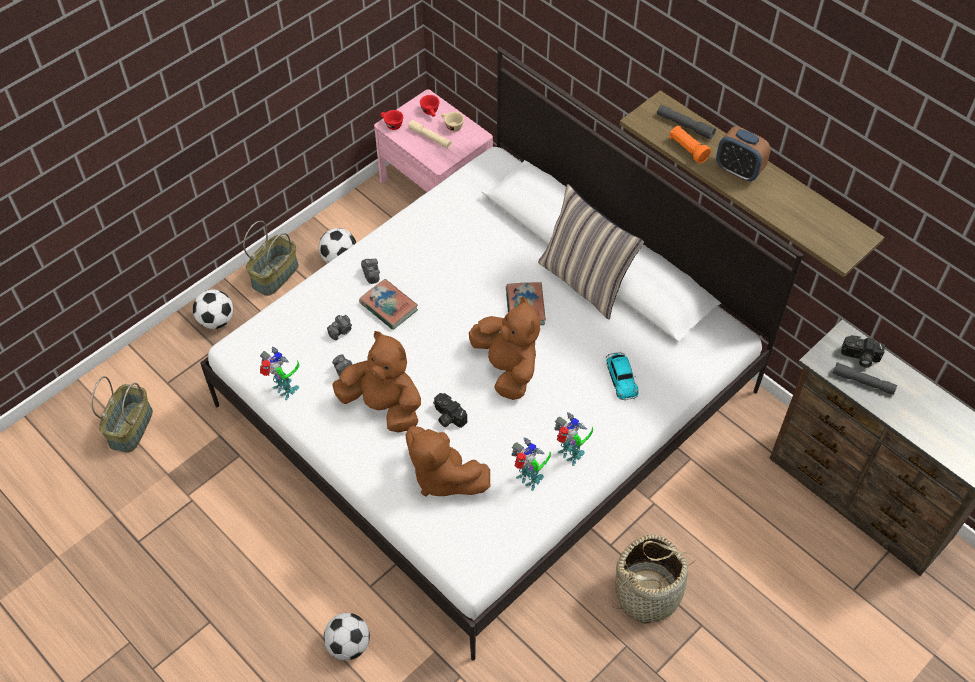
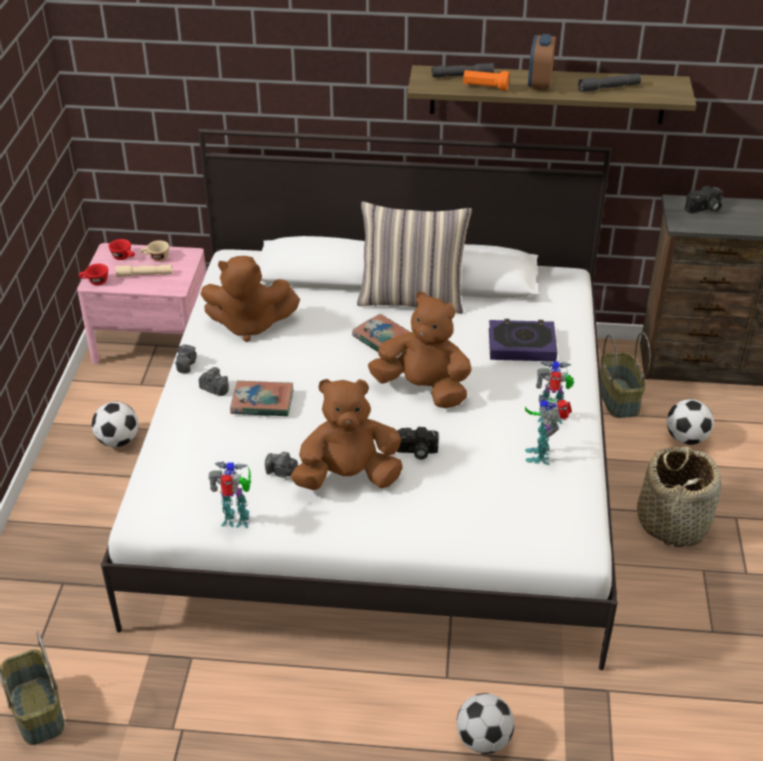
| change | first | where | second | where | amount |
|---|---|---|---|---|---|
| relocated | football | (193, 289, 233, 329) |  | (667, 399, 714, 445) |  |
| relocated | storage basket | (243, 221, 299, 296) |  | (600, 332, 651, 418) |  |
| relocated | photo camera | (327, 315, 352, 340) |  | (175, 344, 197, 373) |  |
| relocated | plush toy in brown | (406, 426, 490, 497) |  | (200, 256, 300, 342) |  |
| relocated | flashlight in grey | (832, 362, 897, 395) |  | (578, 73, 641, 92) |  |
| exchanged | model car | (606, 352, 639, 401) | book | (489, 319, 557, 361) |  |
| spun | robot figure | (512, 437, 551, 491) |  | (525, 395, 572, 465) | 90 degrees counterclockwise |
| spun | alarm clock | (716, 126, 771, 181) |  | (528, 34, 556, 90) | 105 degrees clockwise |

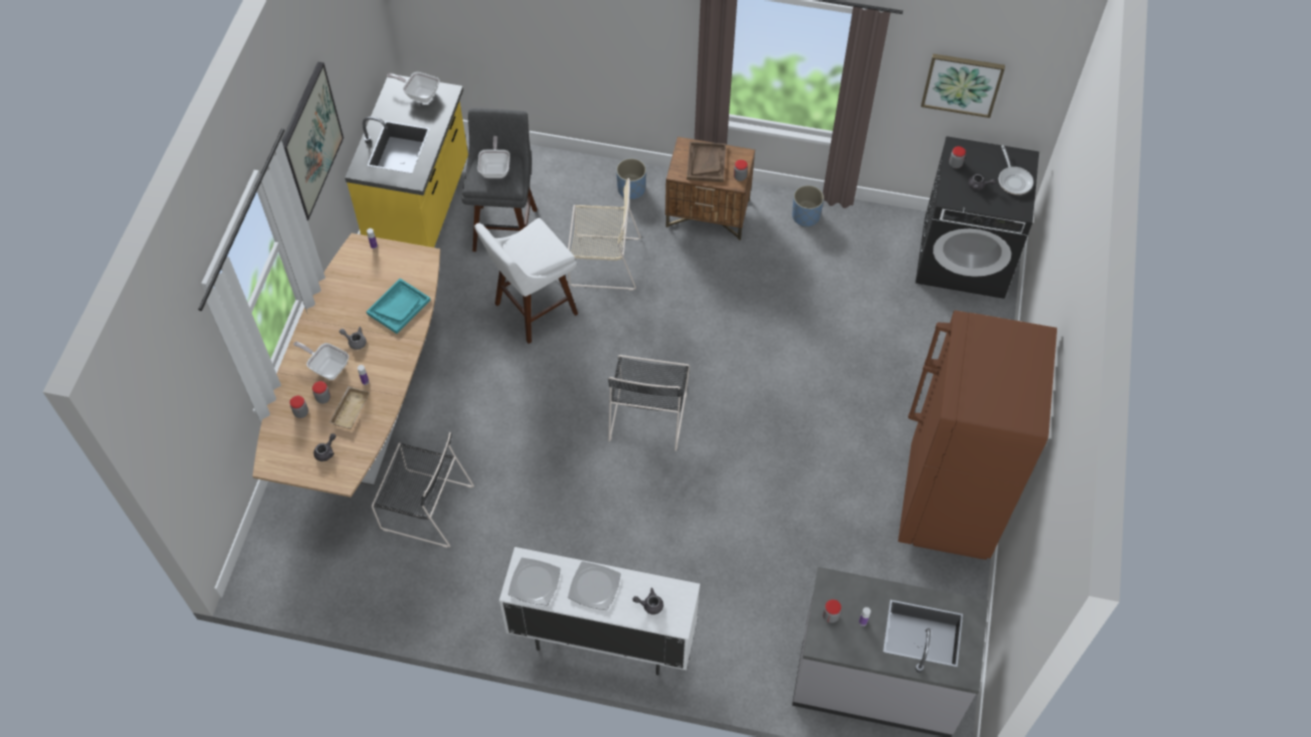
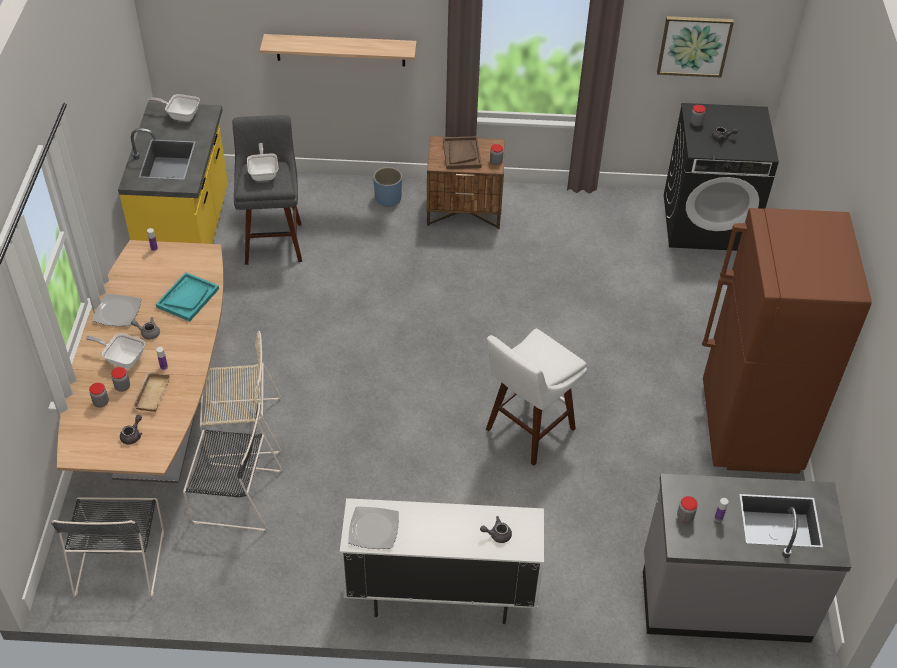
| change | first | where | second | where | amount |
|---|---|---|---|---|---|
| missing | picture | (282, 62, 344, 220) |  |  |  |
| missing | plant pot in blue-coloured | (792, 185, 824, 227) |  |  |  |
| missing | pan | (999, 145, 1034, 195) |  |  |  |
| appeared |  |  | shelf | (260, 34, 417, 66) |  |
| relocated | sitting stool in whitish | (474, 218, 578, 344) |  | (486, 328, 587, 466) |  |
| relocated | plain chair in sand-coloured | (568, 178, 641, 290) |  | (200, 331, 281, 458) |  |
| relocated | dinner plate | (568, 561, 621, 610) |  | (93, 294, 141, 326) |  |
| relocated | plain chair in blackish | (608, 355, 690, 451) |  | (52, 497, 164, 598) |  |

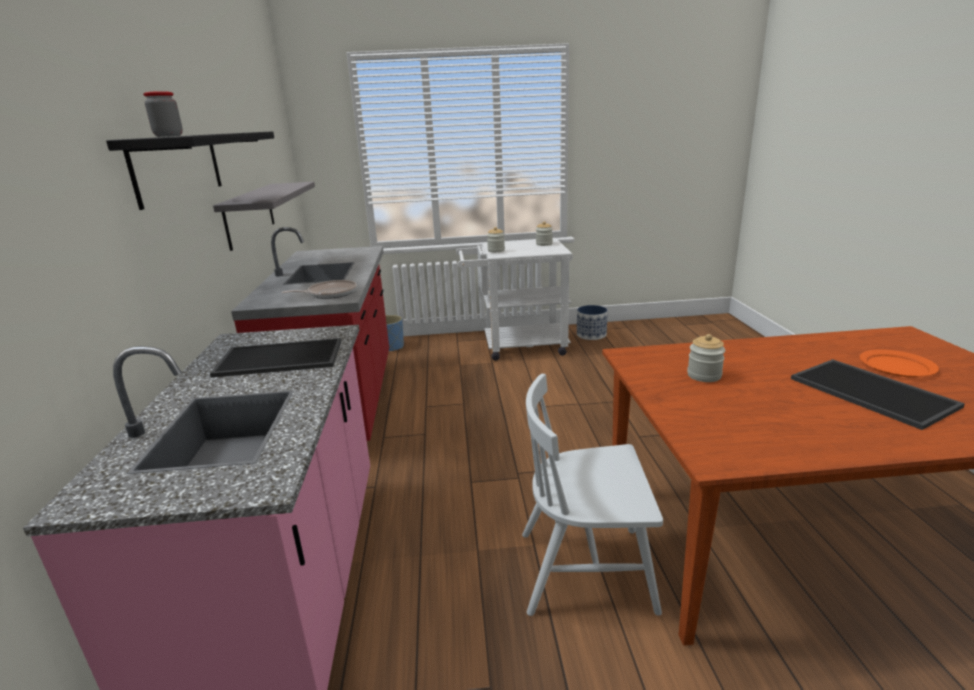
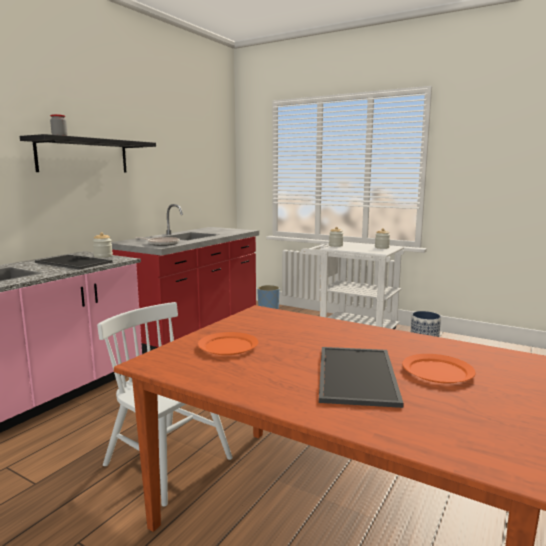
| change | first | where | second | where | amount |
|---|---|---|---|---|---|
| missing | shelf in grey | (213, 182, 315, 251) |  |  |  |
| appeared |  |  | dinner plate in orange-coloured | (198, 332, 258, 355) |  |
| relocated | jar | (687, 334, 725, 382) |  | (93, 232, 113, 258) |  |

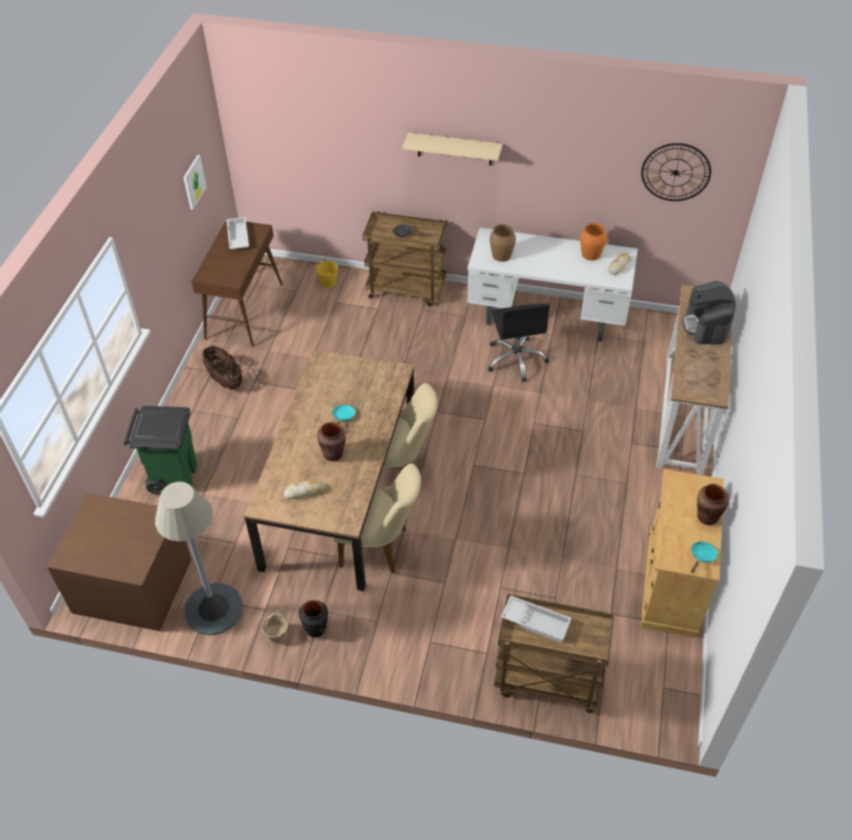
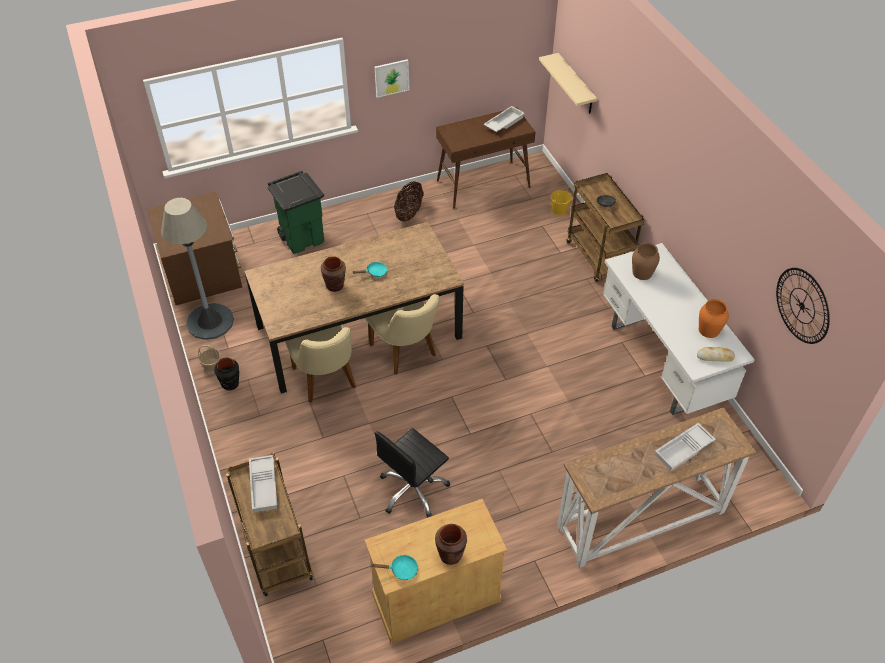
| change | first | where | second | where | amount |
|---|---|---|---|---|---|
| missing | bakery bread | (284, 481, 325, 499) |  |  |  |
| relocated | picture | (183, 155, 207, 210) |  | (375, 59, 409, 98) |  |
| relocated | shelf in sand-coloured | (402, 132, 502, 165) |  | (539, 53, 597, 114) |  |
| relocated | desk chair in blackish | (487, 303, 550, 382) |  | (374, 428, 450, 518) |  |
| exchanged | coffee brewer | (682, 281, 736, 345) | carrying tray in whitish | (655, 423, 716, 471) |  |

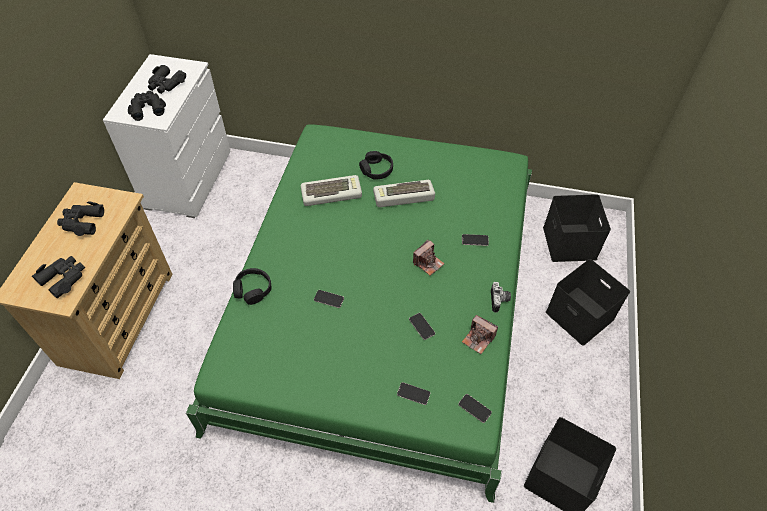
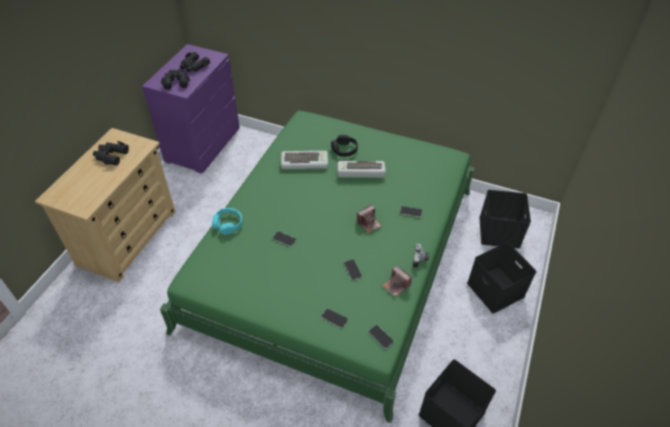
| change | first | where | second | where | amount |
|---|---|---|---|---|---|
| missing | binoculars in blackish | (32, 256, 85, 298) |  |  |  |
| colour | chest of drawers in whitish | (103, 54, 231, 218) | chest of drawers in purplish | (142, 44, 240, 174) |  |
| colour | headphones in blackish | (233, 268, 271, 305) | headphones in turquoise | (212, 208, 243, 235) |  |

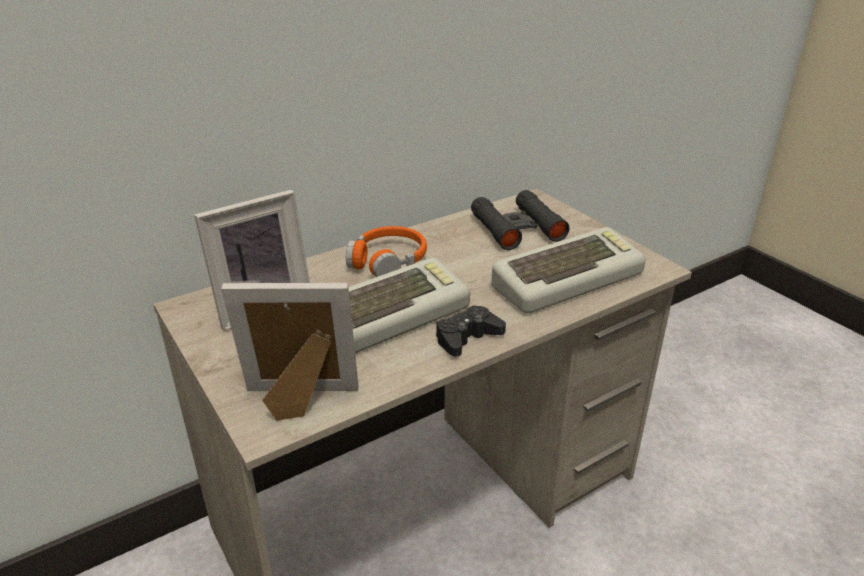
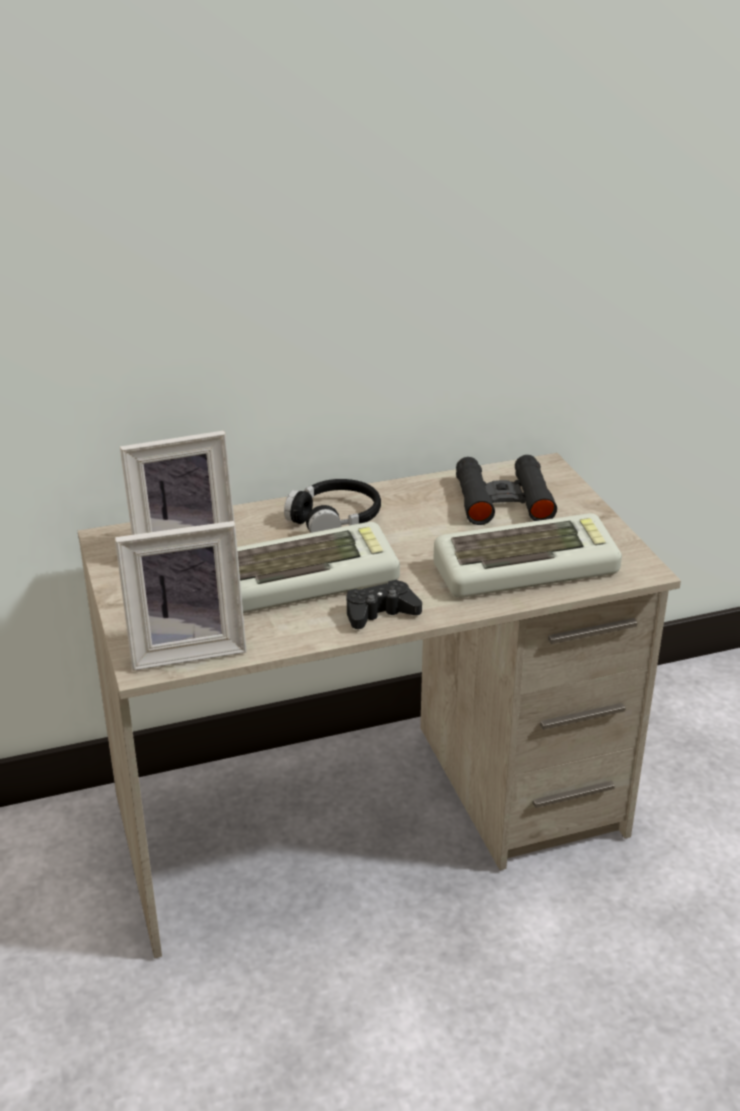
| change | first | where | second | where | amount |
|---|---|---|---|---|---|
| colour | headphones in orange-coloured | (346, 226, 427, 277) | headphones in blackish | (284, 479, 381, 533) |  |
| spun | picture frame | (221, 283, 358, 421) |  | (115, 521, 247, 671) | 150 degrees clockwise |

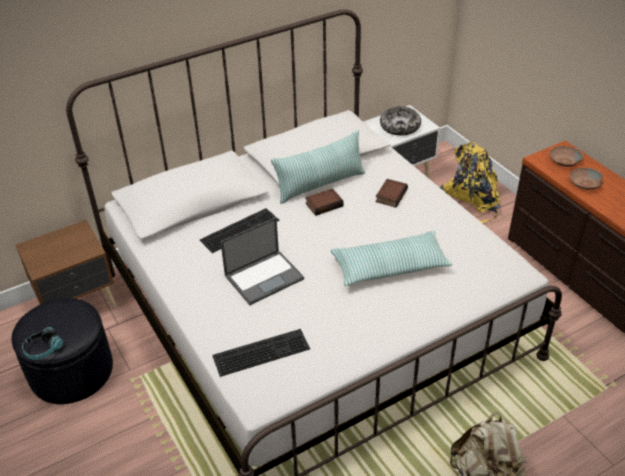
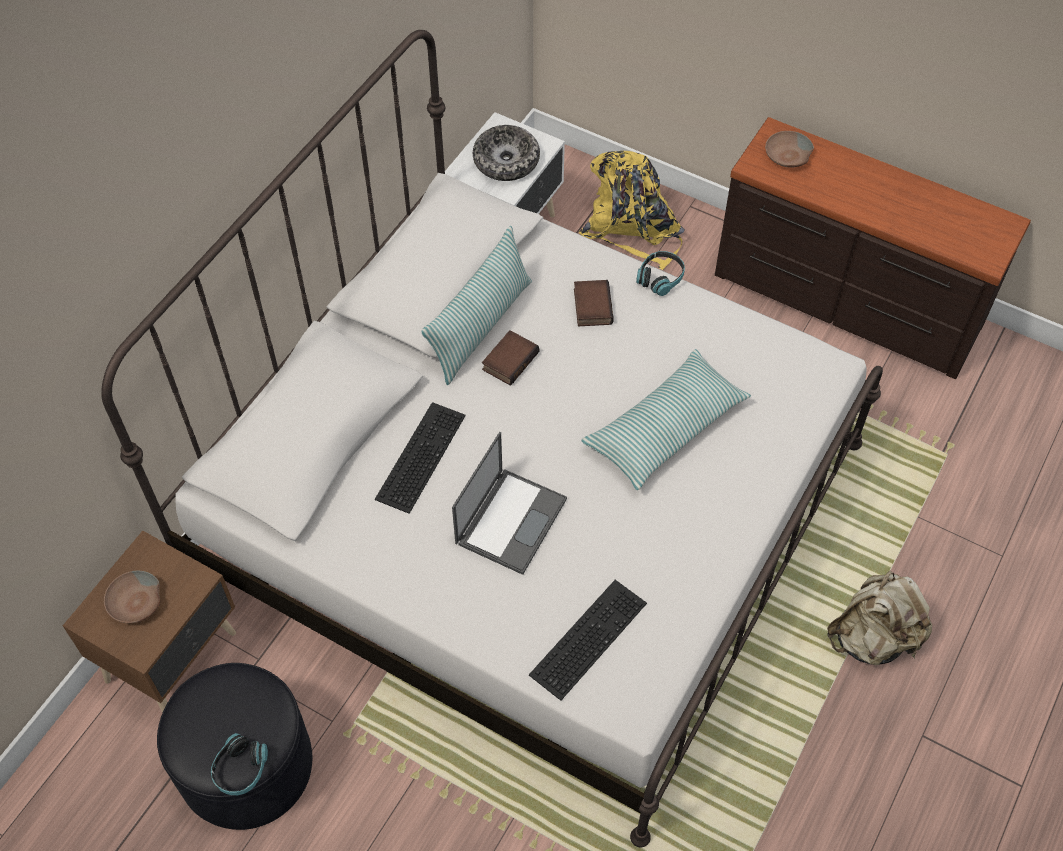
| change | first | where | second | where | amount |
|---|---|---|---|---|---|
| appeared |  |  | headphones | (636, 251, 685, 296) |  |
| relocated | deep dish in brown | (569, 168, 603, 190) |  | (104, 571, 161, 623) |  |

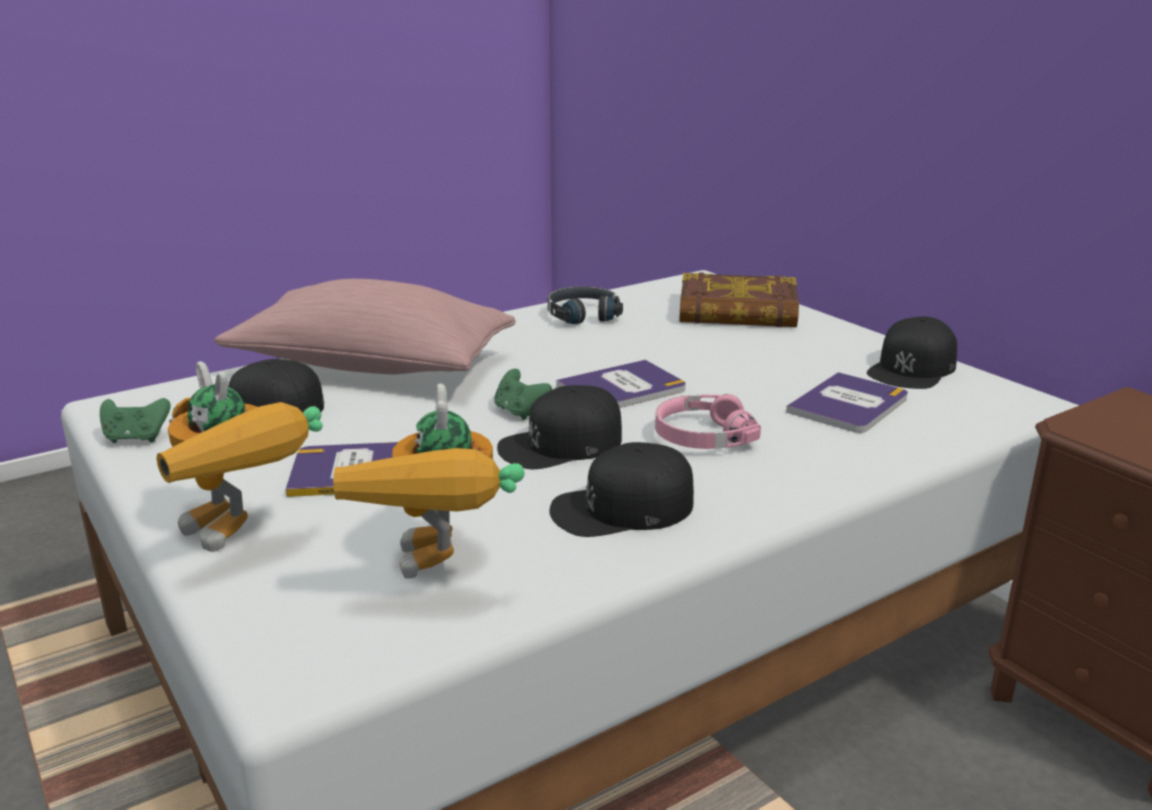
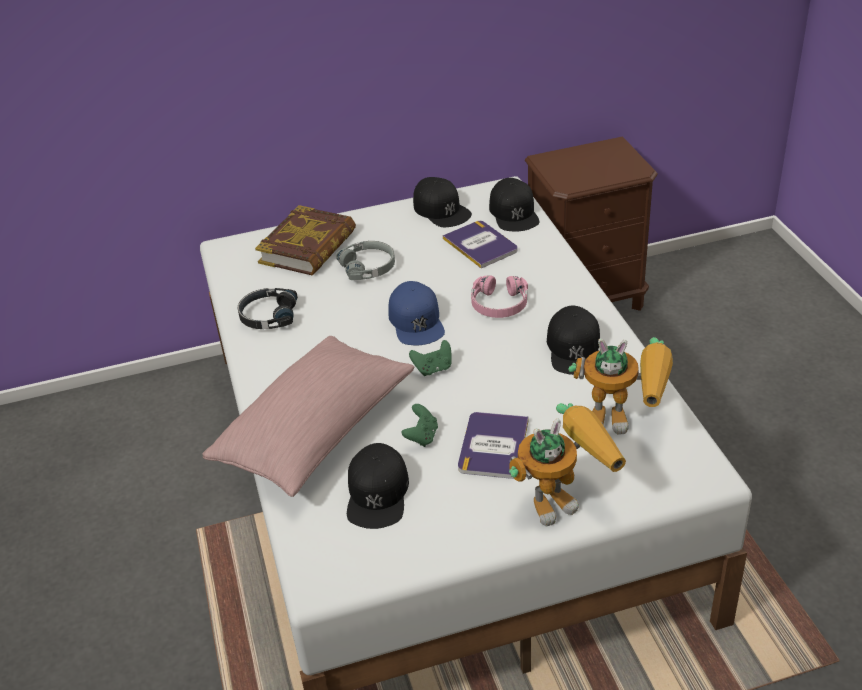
| change | first | where | second | where | amount |
|---|---|---|---|---|---|
| appeared |  |  | headphones in grey | (336, 241, 395, 280) |  |
| relocated | joypad in green-coloured | (100, 398, 171, 443) |  | (402, 404, 438, 447) |  |
| relocated | cap in blackish | (497, 385, 622, 469) |  | (489, 178, 539, 231) |  |
| exchanged | book | (556, 360, 686, 408) | cap in blue-coloured | (388, 281, 445, 345) |  |

